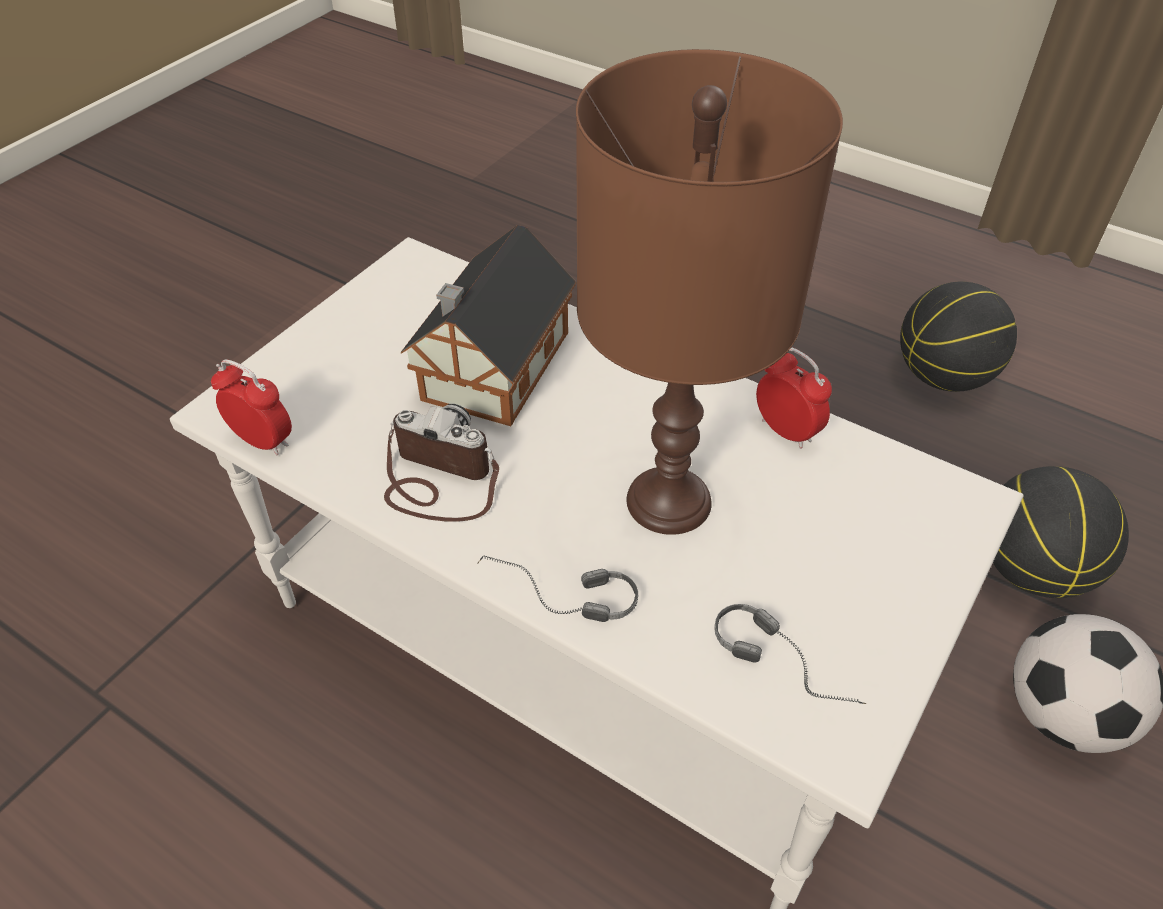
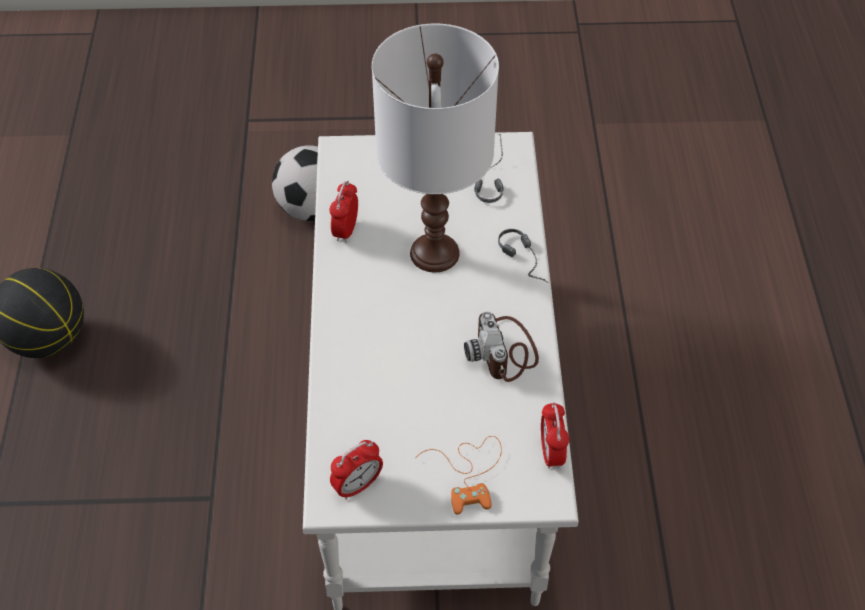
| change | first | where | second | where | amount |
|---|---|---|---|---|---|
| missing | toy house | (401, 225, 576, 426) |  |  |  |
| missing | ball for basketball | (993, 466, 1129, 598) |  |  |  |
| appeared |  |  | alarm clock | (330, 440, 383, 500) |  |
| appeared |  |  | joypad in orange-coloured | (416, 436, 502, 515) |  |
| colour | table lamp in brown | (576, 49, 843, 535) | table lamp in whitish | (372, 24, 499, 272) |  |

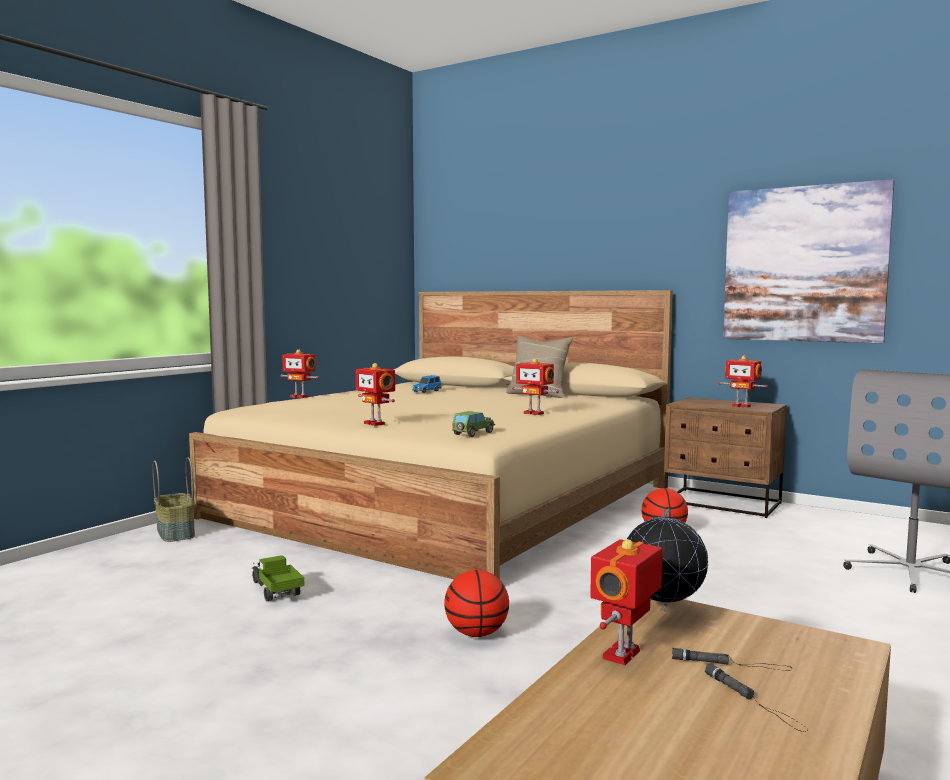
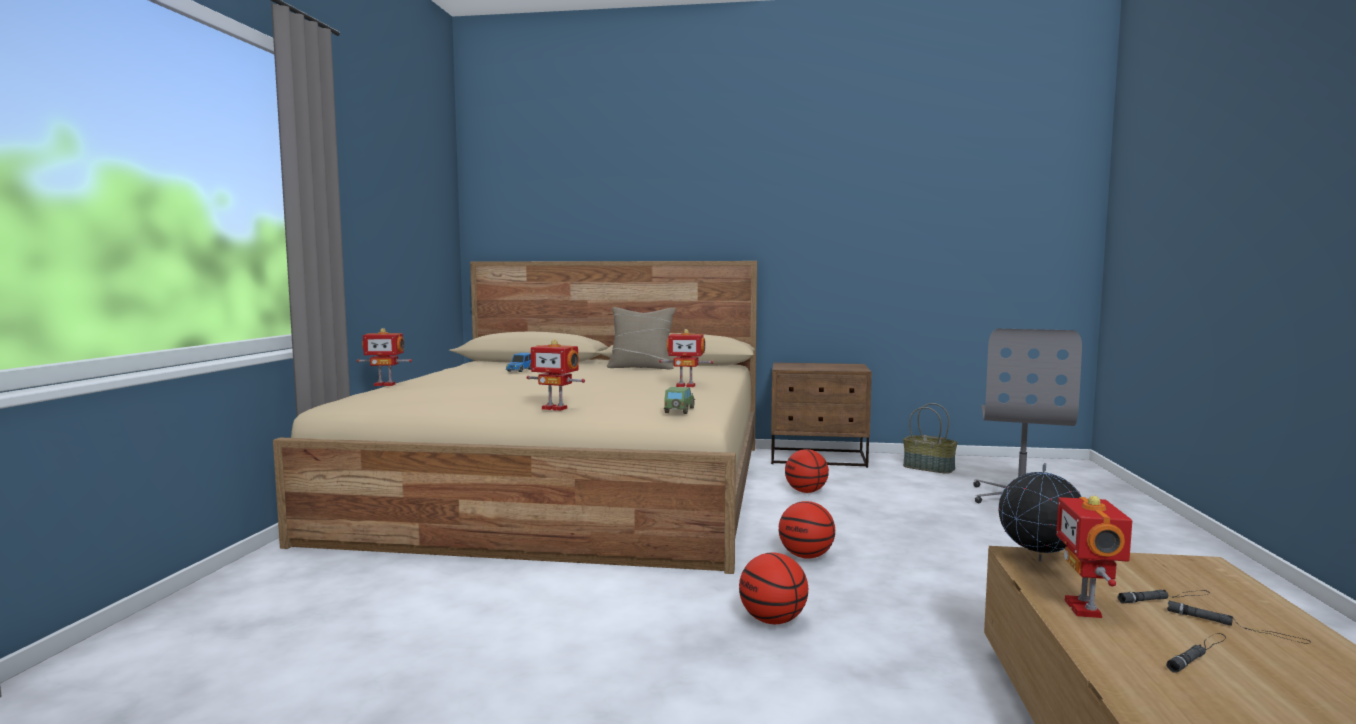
| change | first | where | second | where | amount |
|---|---|---|---|---|---|
| missing | toy truck | (252, 556, 304, 601) |  |  |  |
| missing | robot figure | (719, 356, 768, 408) |  |  |  |
| missing | picture | (723, 179, 894, 343) |  |  |  |
| appeared |  |  | ball for basketball | (779, 501, 835, 559) |  |
| appeared |  |  | flashlight in blackish | (1166, 633, 1226, 673) |  |
| relocated | storage basket | (153, 457, 195, 542) |  | (903, 403, 957, 474) |  |

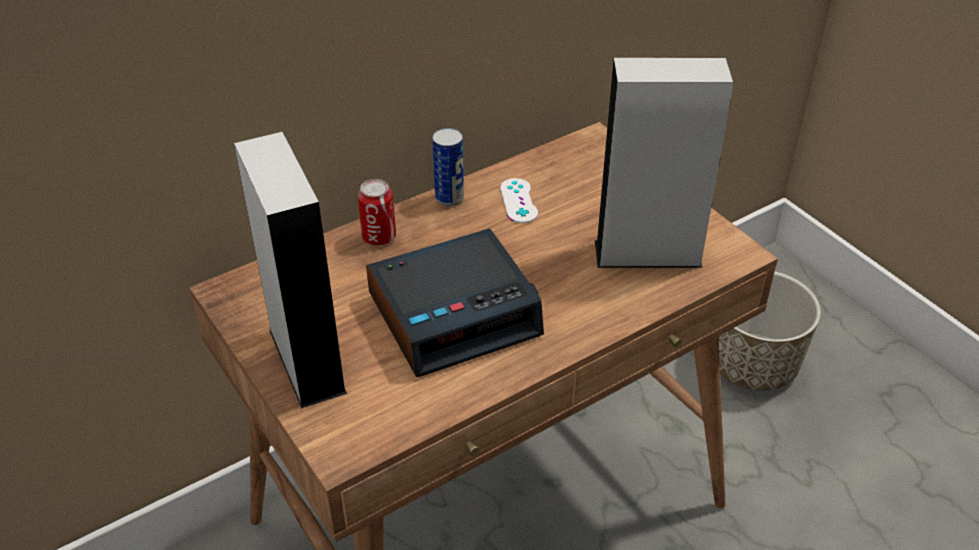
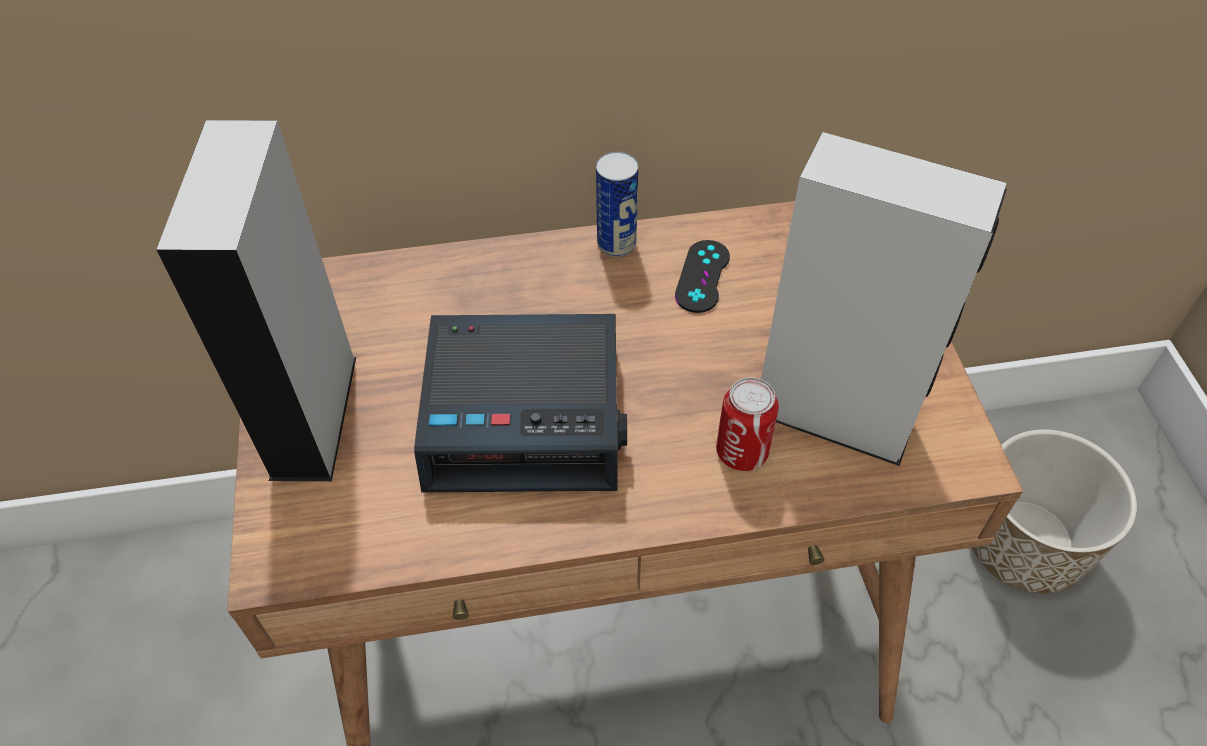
| change | first | where | second | where | amount |
|---|---|---|---|---|---|
| relocated | can | (358, 179, 396, 245) |  | (716, 377, 779, 471) |  |
| colour | joypad in whitish | (500, 178, 538, 223) | joypad in blackish | (675, 240, 730, 313) |  |

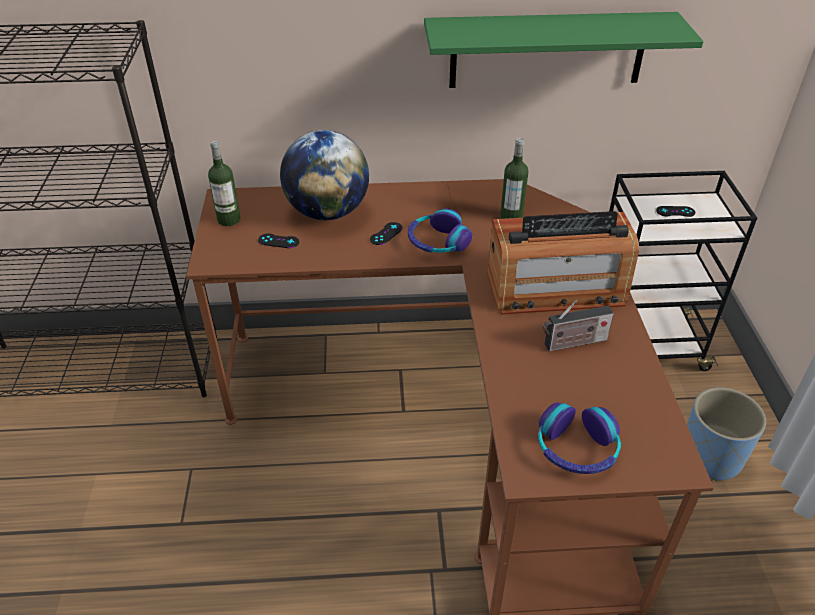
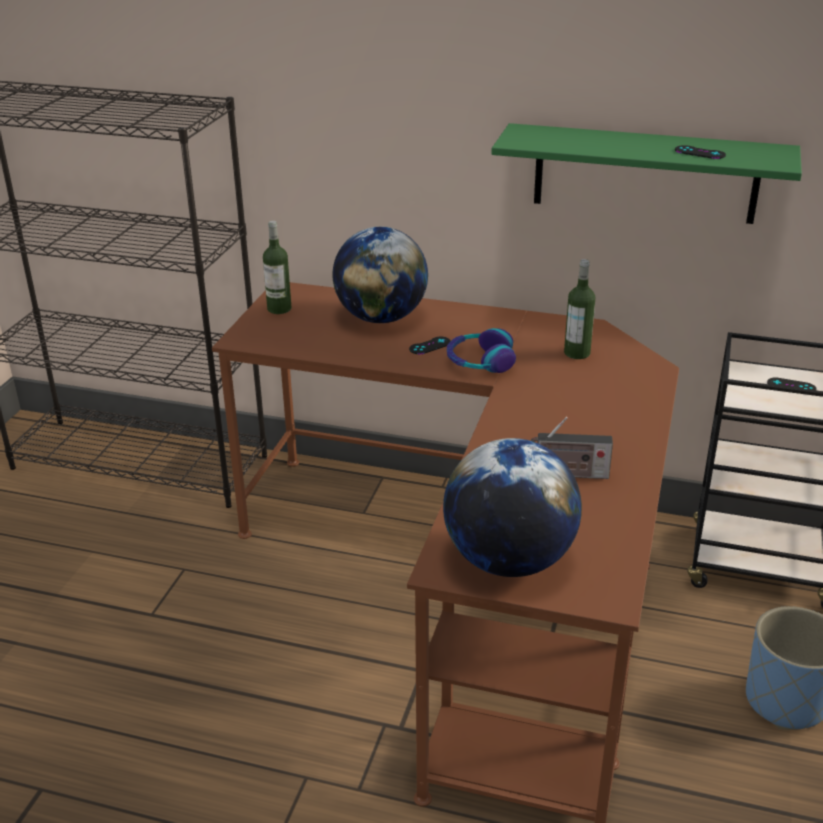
| change | first | where | second | where | amount |
|---|---|---|---|---|---|
| missing | radio receiver | (488, 211, 639, 314) |  |  |  |
| relocated | joypad in blackish | (258, 233, 299, 248) |  | (675, 145, 726, 159) |  |
| exchanged | headphones | (538, 402, 621, 474) | world globe | (443, 438, 582, 577) |  |

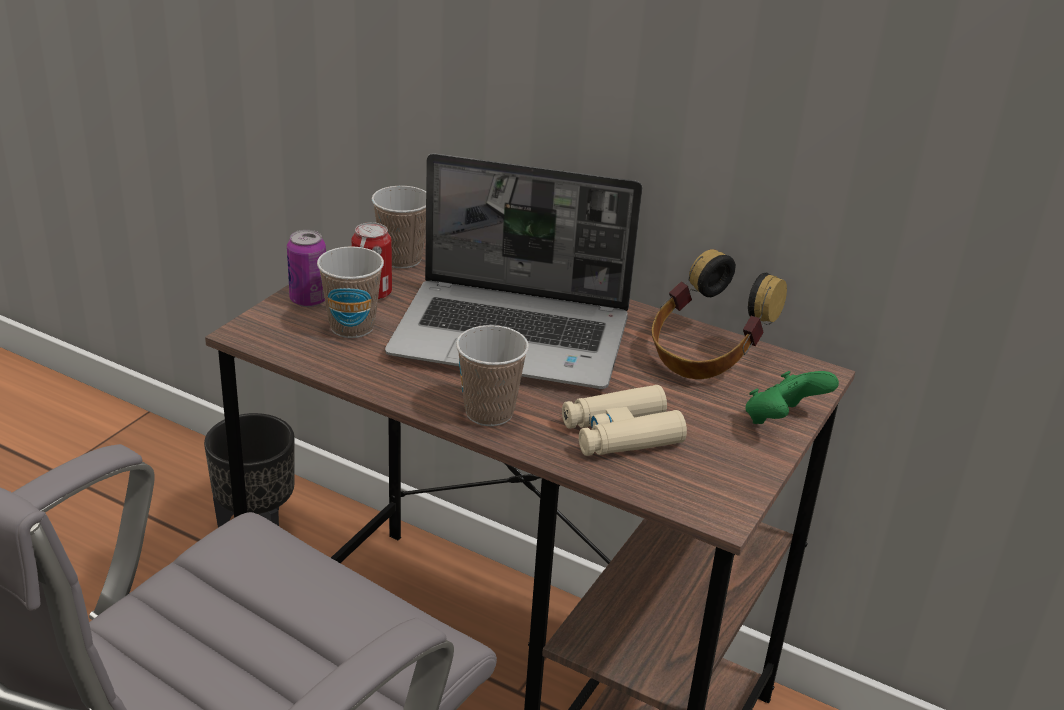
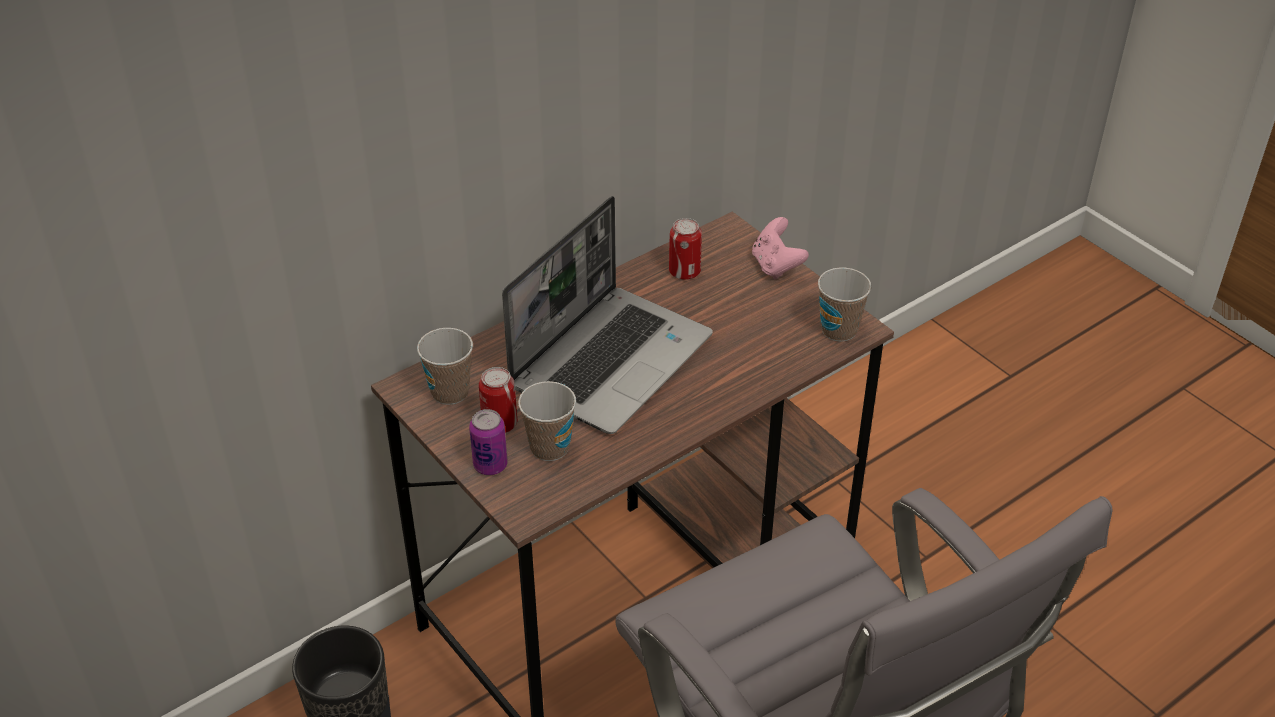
| change | first | where | second | where | amount |
|---|---|---|---|---|---|
| missing | binoculars in sand-coloured | (562, 385, 687, 456) |  |  |  |
| relocated | cup | (456, 325, 529, 426) |  | (818, 267, 871, 342) |  |
| exchanged | headphones | (651, 249, 787, 379) | can | (669, 218, 702, 280) |  |
| colour | joypad in green-coloured | (745, 371, 839, 424) | joypad in pink-coloured | (752, 217, 809, 279) |  |

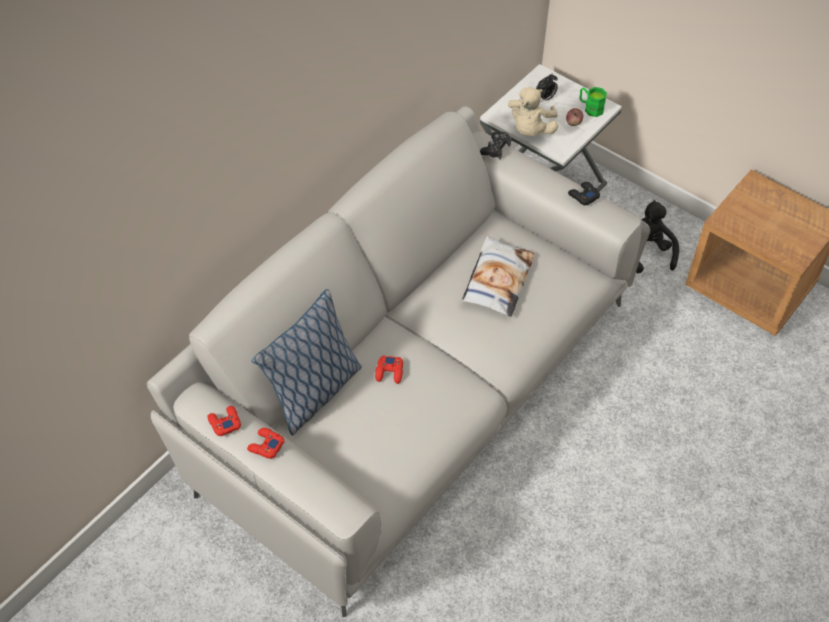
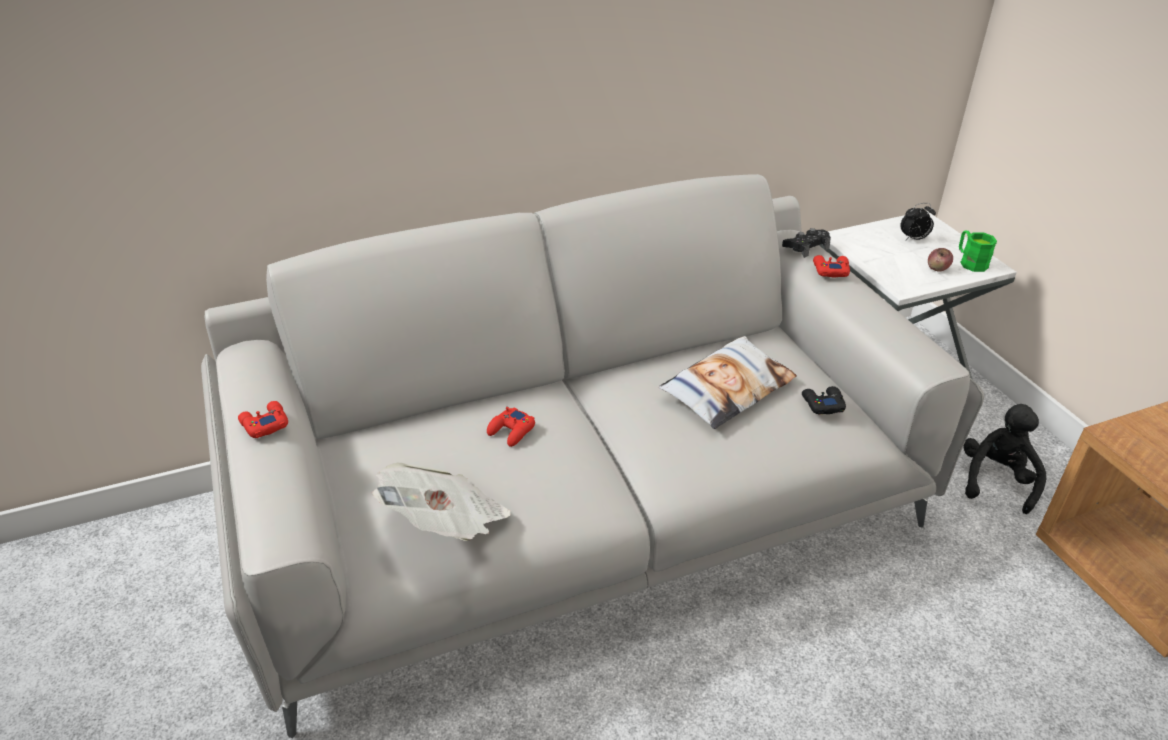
| change | first | where | second | where | amount |
|---|---|---|---|---|---|
| missing | pillow | (251, 289, 362, 436) |  |  |  |
| missing | plush toy in sand-coloured | (508, 87, 558, 136) |  |  |  |
| appeared |  |  | newspaper | (372, 462, 511, 541) |  |
| relocated | joypad in red-coloured | (207, 406, 241, 436) |  | (813, 255, 850, 278) |  |
| relocated | joypad in blackish | (568, 182, 600, 205) |  | (802, 386, 846, 414) |  |

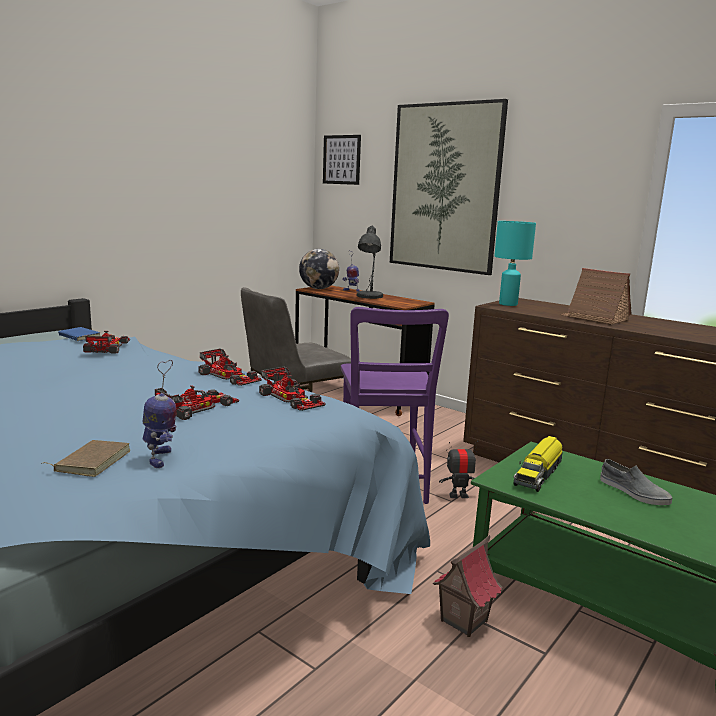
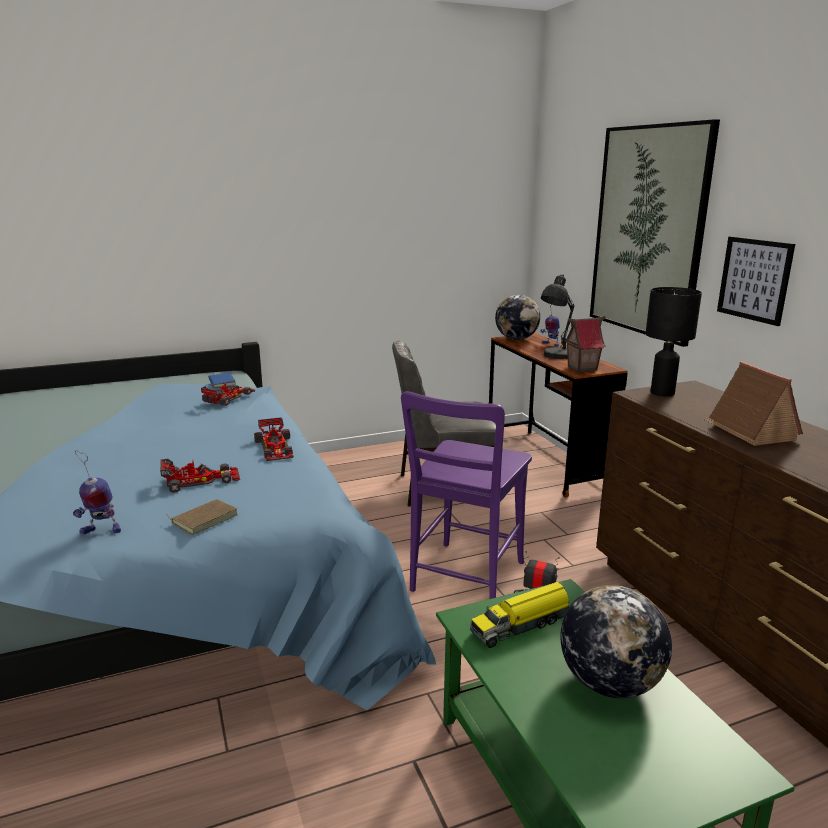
| change | first | where | second | where | amount |
|---|---|---|---|---|---|
| missing | model car | (259, 367, 326, 411) |  |  |  |
| relocated | book in brown | (41, 440, 131, 477) |  | (166, 499, 238, 535) |  |
| relocated | picture | (323, 135, 361, 185) |  | (717, 236, 795, 326) |  |
| relocated | toy house | (433, 535, 503, 637) |  | (564, 316, 606, 372) |  |
| exchanged | shoe in grey | (600, 459, 672, 505) | world globe | (560, 585, 672, 698) |  |
| colour | table lamp in turquoise | (494, 221, 536, 306) | table lamp in blackish | (645, 287, 702, 397) |  |
| spun | robot figure | (143, 360, 177, 468) |  | (73, 450, 121, 535) | 60 degrees clockwise |

